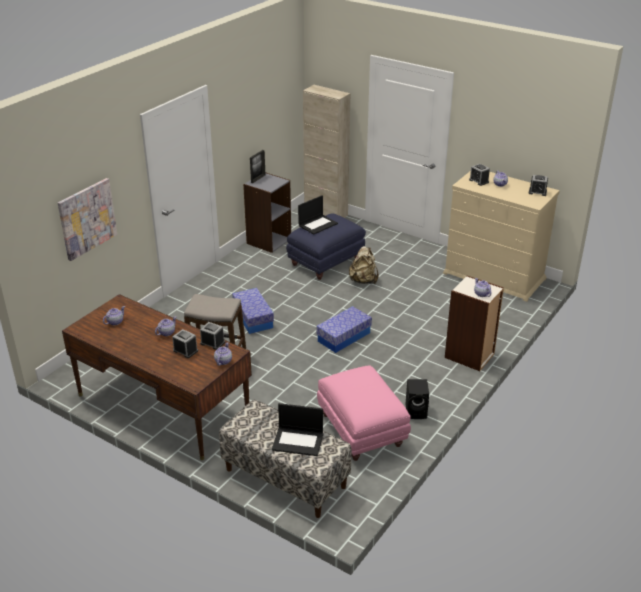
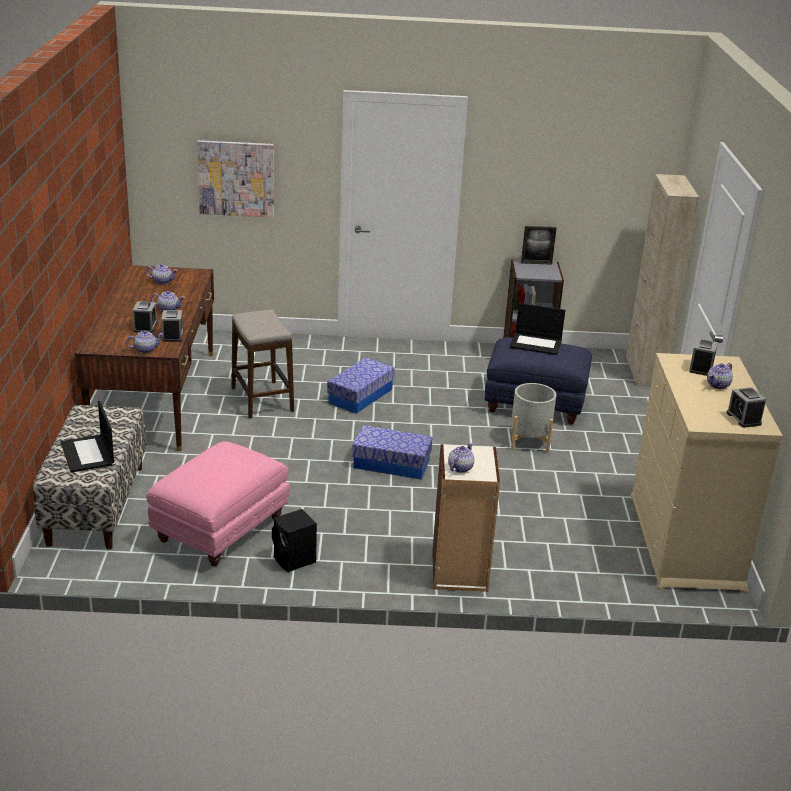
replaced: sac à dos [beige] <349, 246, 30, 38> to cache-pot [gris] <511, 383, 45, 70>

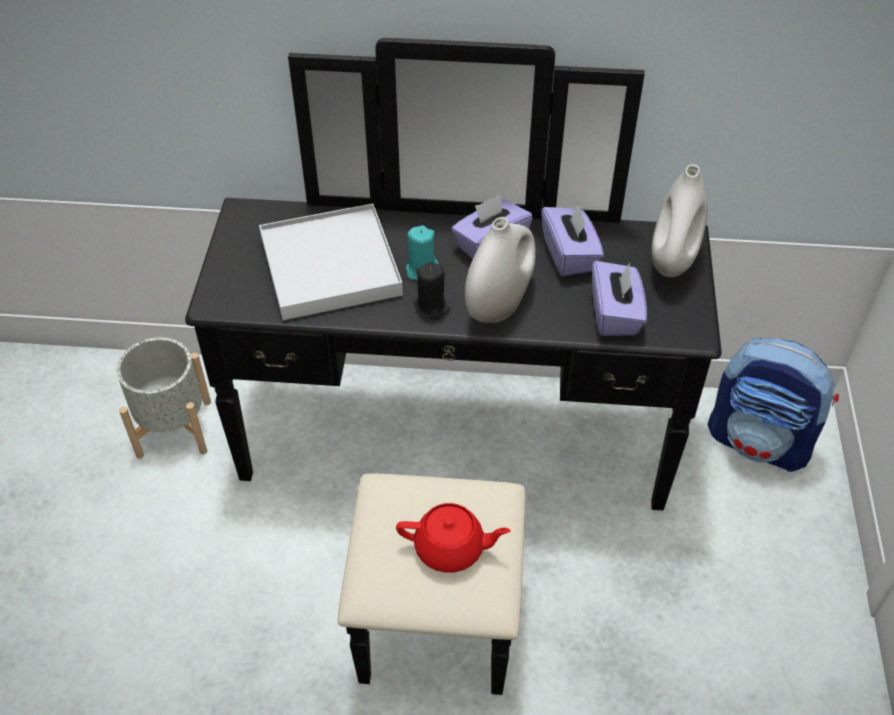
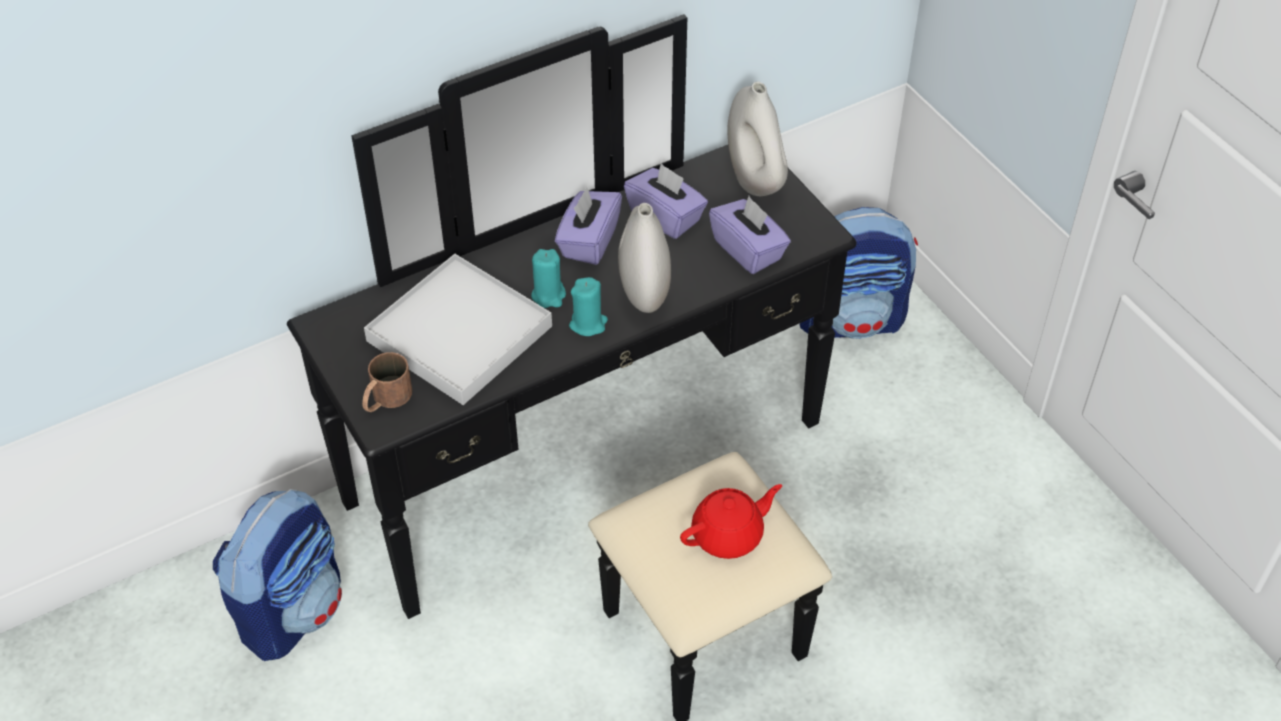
added: mug [marron] <362, 352, 50, 60>
replaced: cache-pot [gris] <116, 337, 95, 122> to sac à dos <213, 489, 129, 172>
recoloured: bougie [noir] <414, 262, 36, 58> to bougie [turquoise] <569, 277, 39, 59>

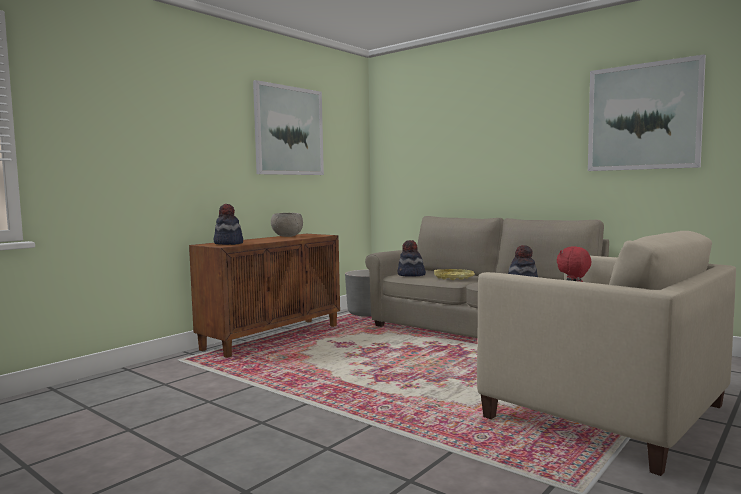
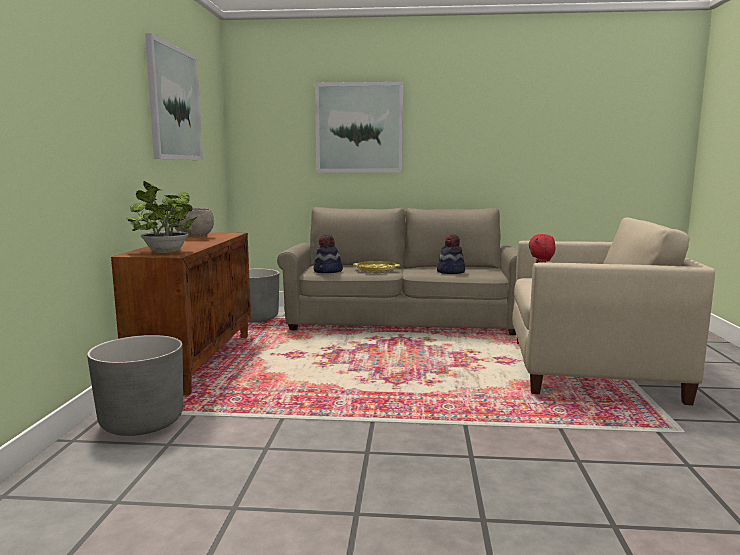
added: cache-pot [gris] <87, 335, 96, 101>
moved: tableau <588, 54, 118, 117> to <315, 82, 88, 91>
replaced: chapeau <214, 204, 29, 41> to plante en pot <125, 181, 73, 72>

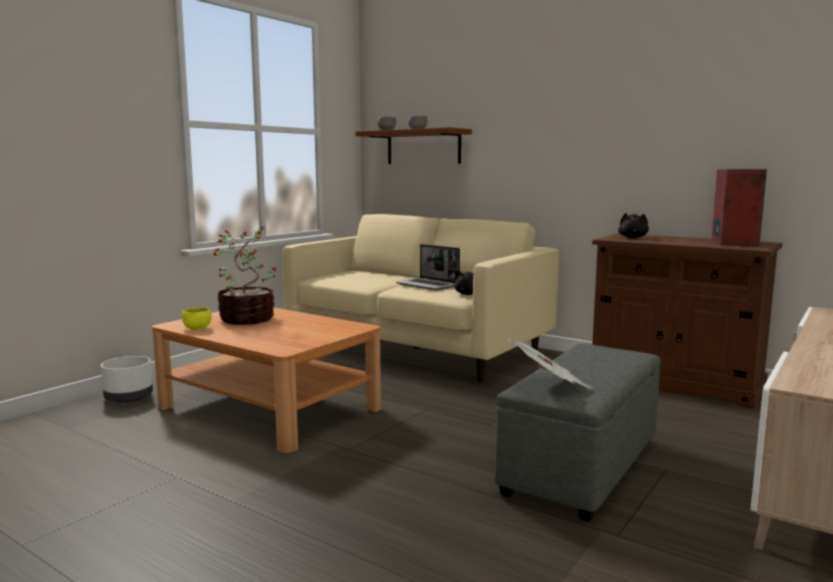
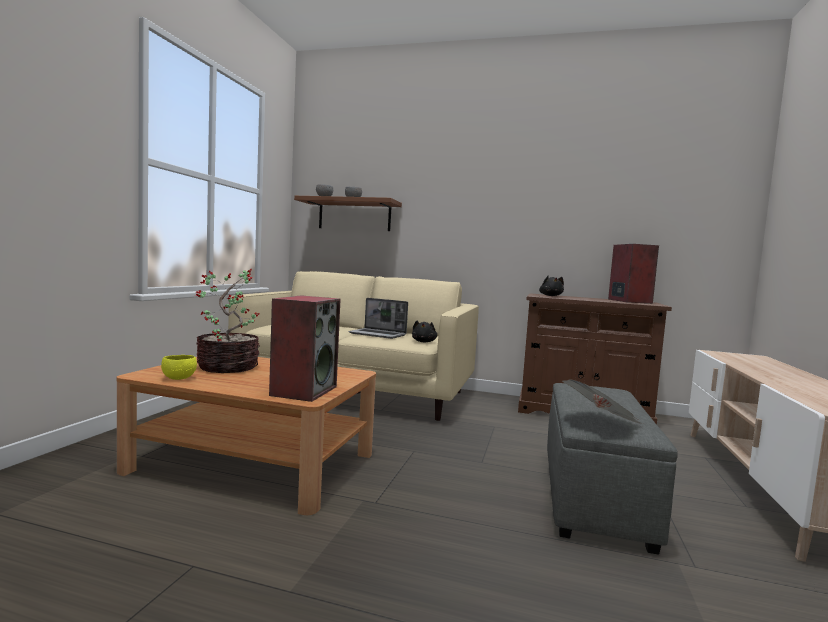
removed: cache-pot [blanc] <101, 356, 52, 47>
added: enceinte <269, 295, 72, 107>

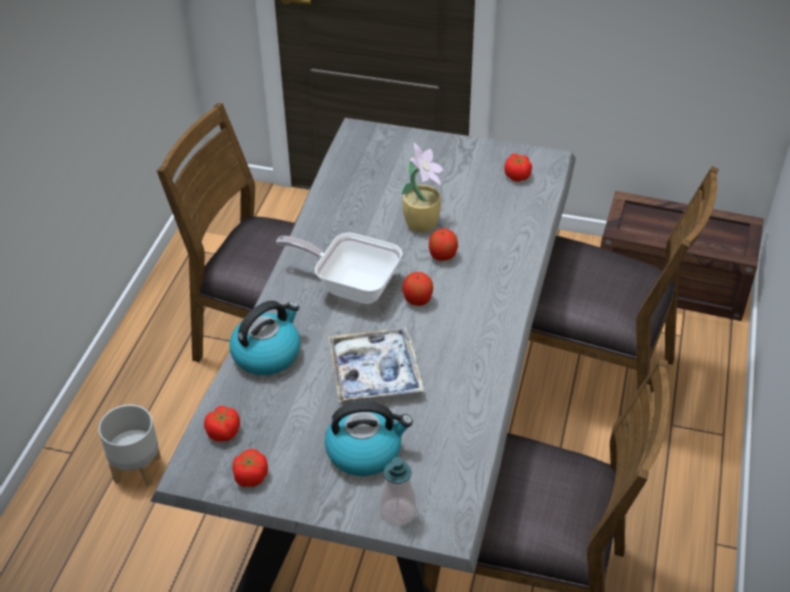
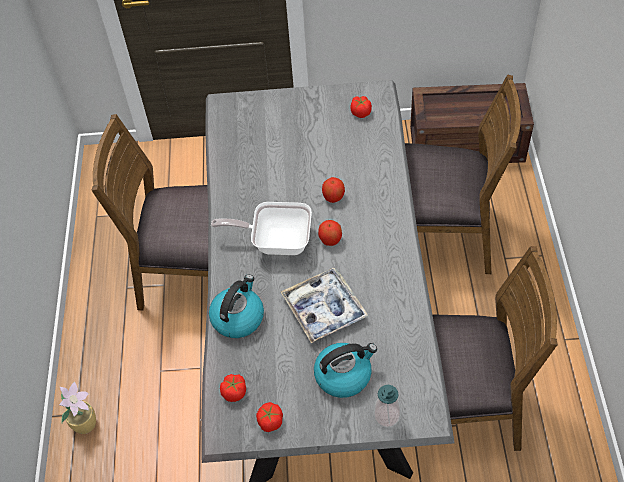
removed: cache-pot [gris] <99, 405, 62, 82>
moved: plante en pot <401, 143, 43, 90> to <59, 382, 37, 52>

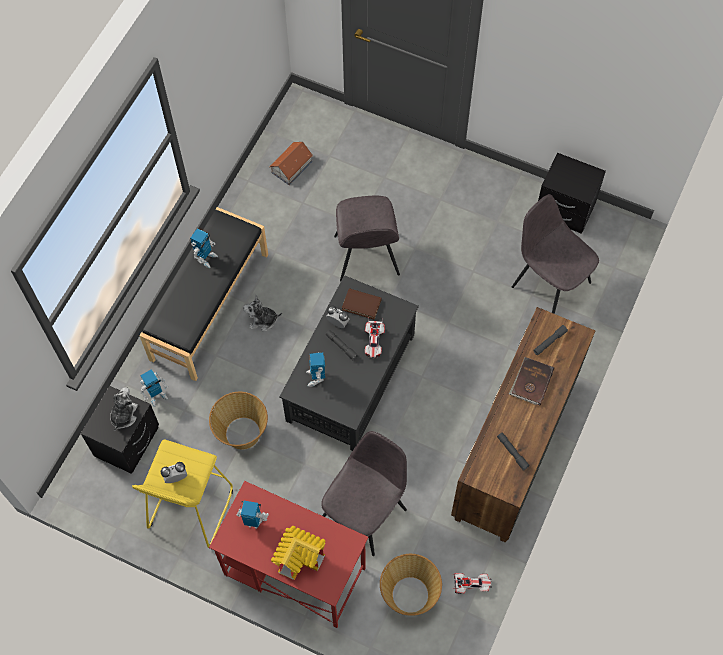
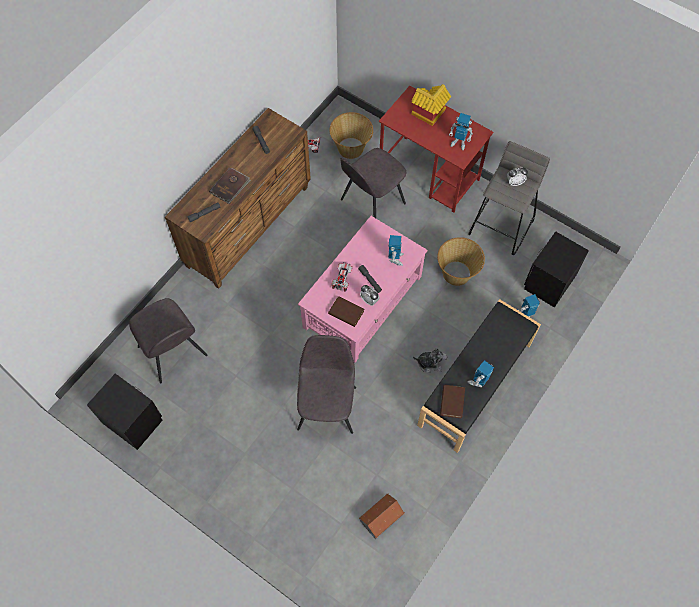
removed: peluche <110, 387, 28, 44>
added: livre [marron] <440, 385, 25, 34>
recoloured: table basse [noir] <279, 275, 140, 176> to table basse [rose] <298, 216, 130, 146>; tabouret [jaune] <132, 439, 101, 109> to tabouret [gris] <469, 141, 81, 114>

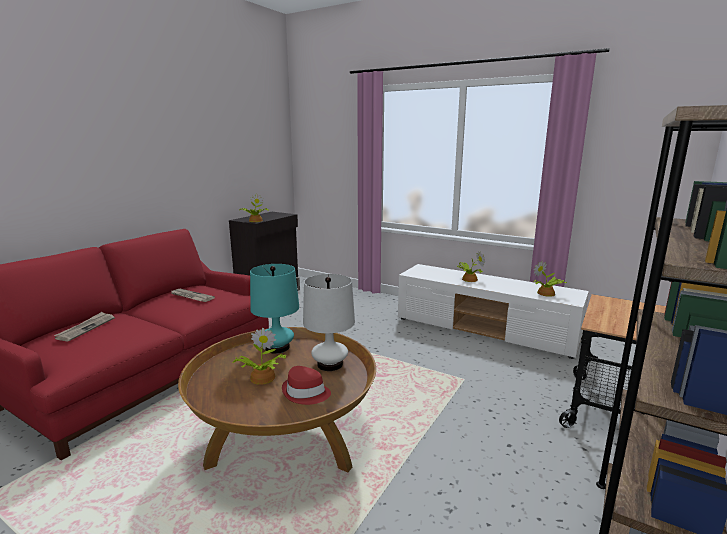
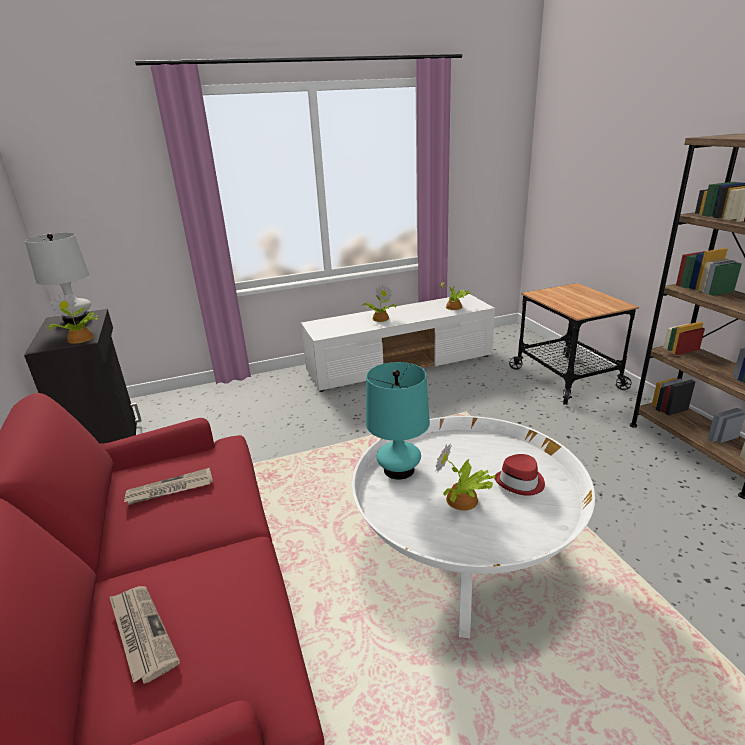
moved: lampe de table [blanc] <303, 274, 52, 97> to <25, 233, 66, 90>
recoloured: table basse [marron] <178, 327, 198, 146> to table basse [blanc] <352, 416, 243, 222>

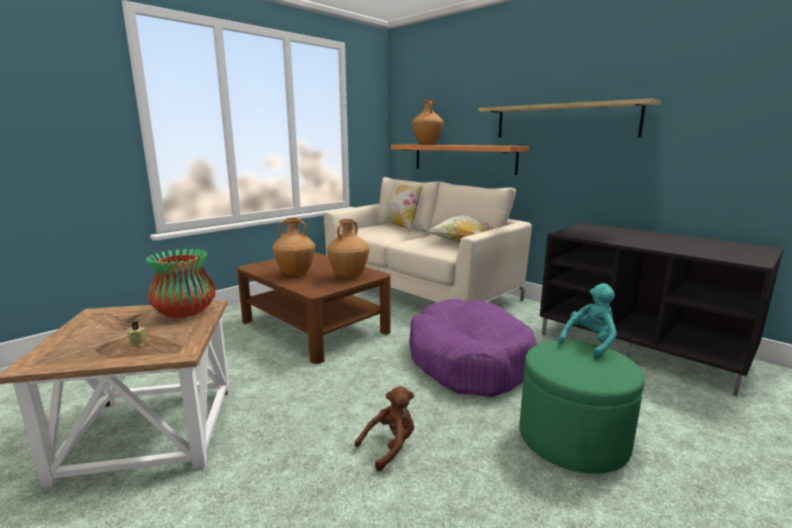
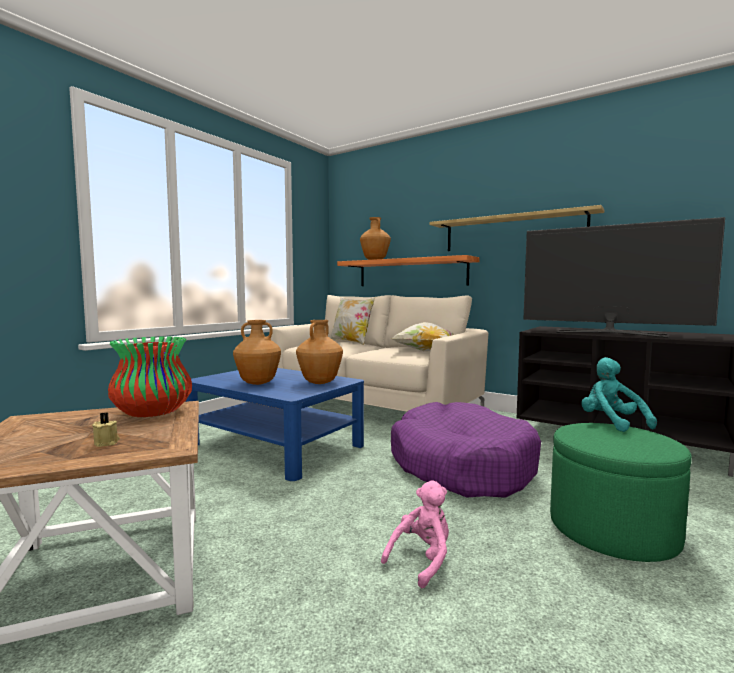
added: téléviseur <524, 217, 201, 121>
recoloured: table basse [marron] <237, 252, 154, 112> to table basse [bleu] <185, 368, 179, 113>; peluche [marron] <355, 386, 59, 85> to peluche [rose] <381, 480, 68, 108>
turned: peluche [turquoise] <558, 283, 59, 76> = <581, 357, 76, 75> 60 degrees counterclockwise

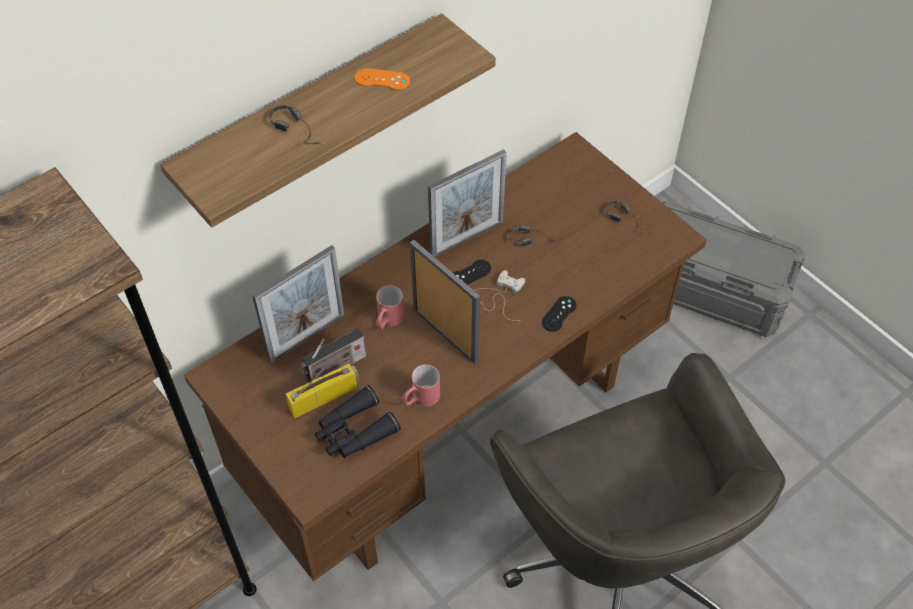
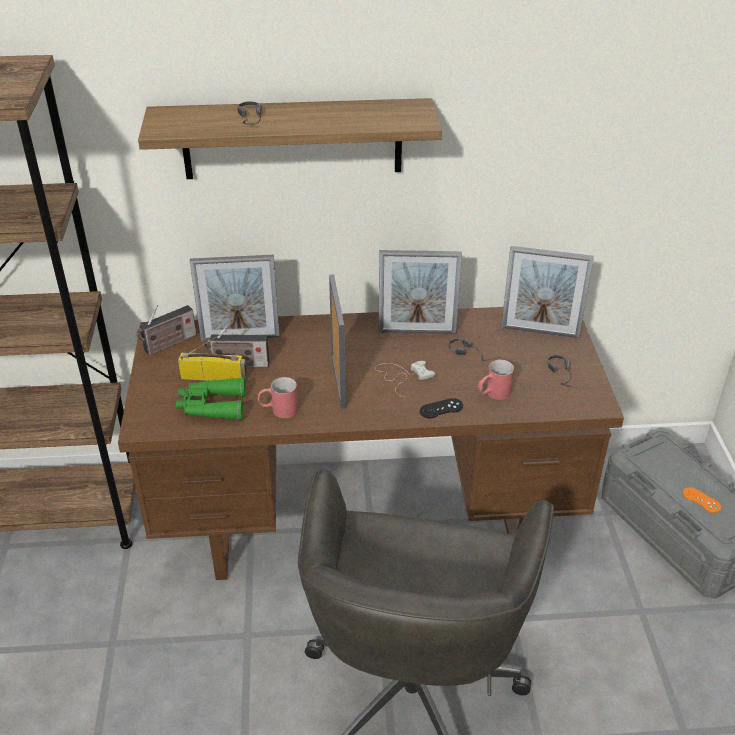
removed: manette [noir] <453, 260, 38, 25>
added: cadre photo <501, 246, 93, 92>; radio <136, 305, 61, 50>
moved: manette [orange] <355, 68, 55, 22> to <683, 487, 38, 26>; mug [rouge] <375, 285, 29, 44> to <478, 360, 36, 40>
recoloured: jumelles [noir] <315, 385, 86, 73> to jumelles [vert] <176, 377, 70, 43>

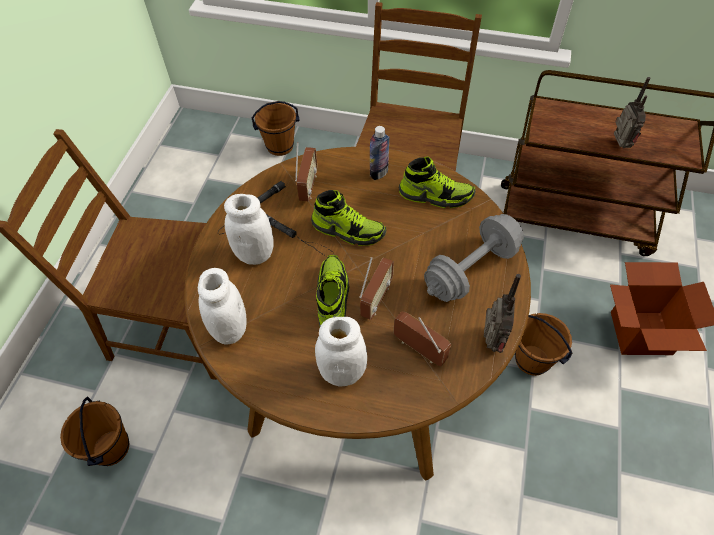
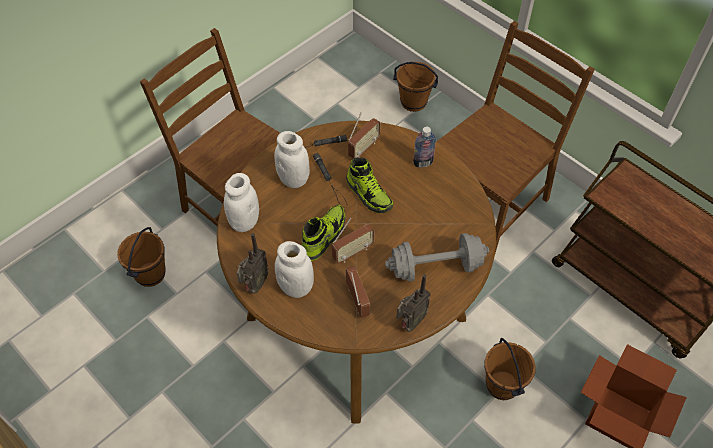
removed: chaussure <399, 157, 77, 51>
moved: radio <614, 77, 36, 71> to <237, 233, 32, 61>

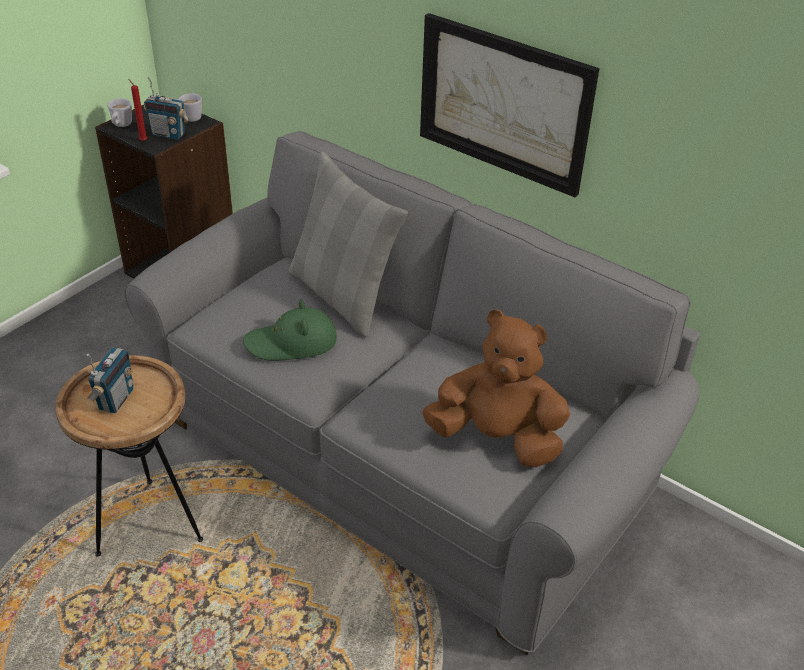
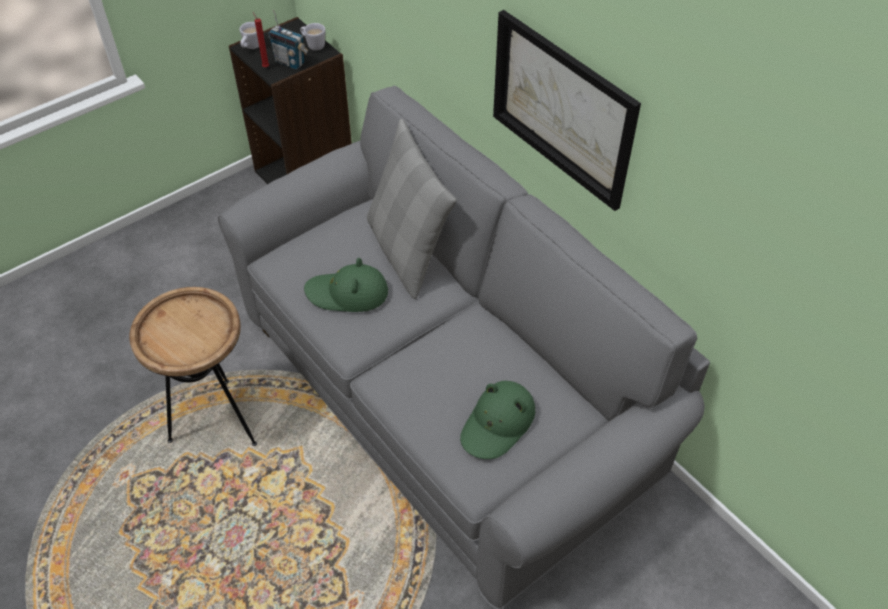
removed: radio <87, 347, 46, 66>
replaced: peluche [marron] <422, 310, 148, 157> to chapeau [vert] <460, 381, 75, 78>

